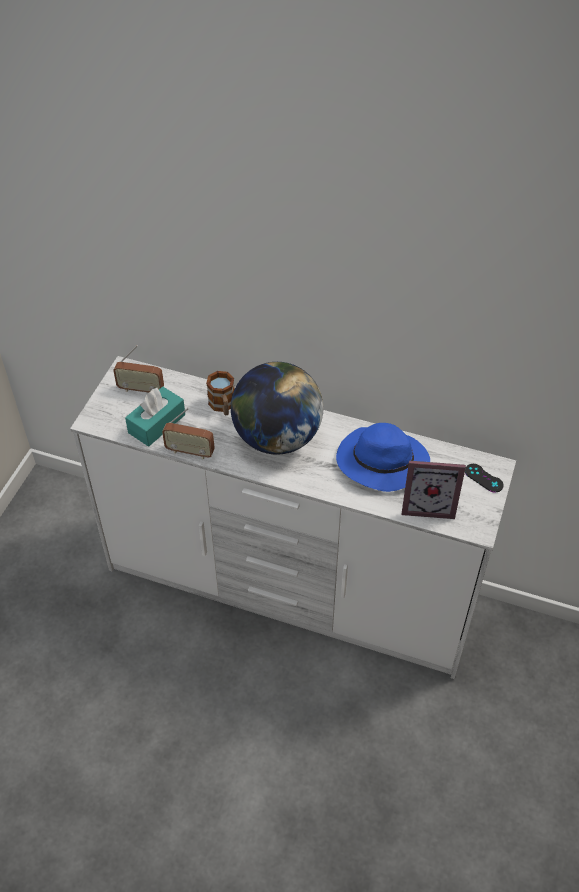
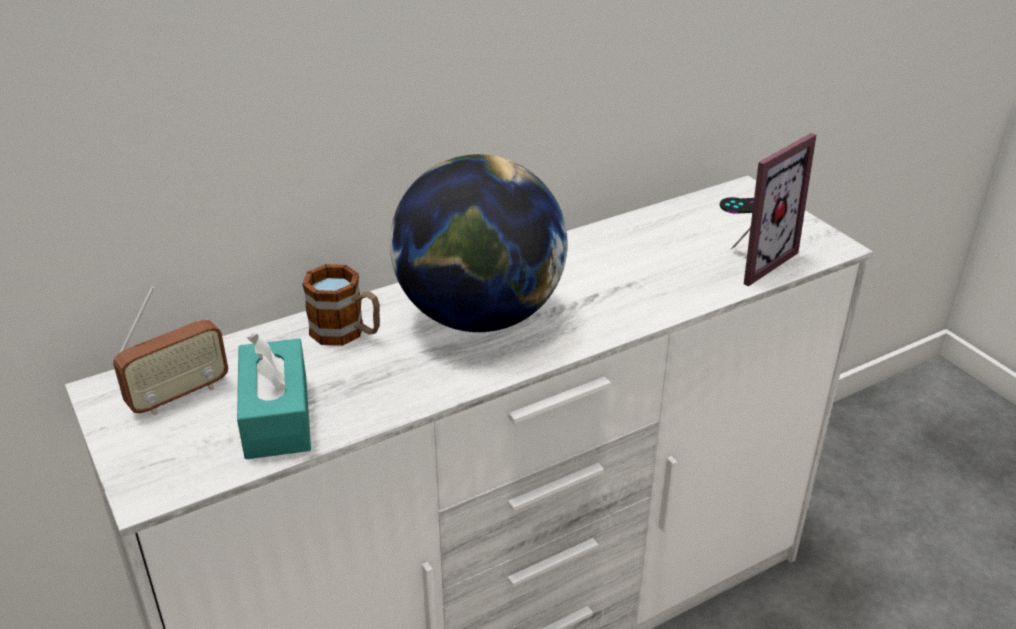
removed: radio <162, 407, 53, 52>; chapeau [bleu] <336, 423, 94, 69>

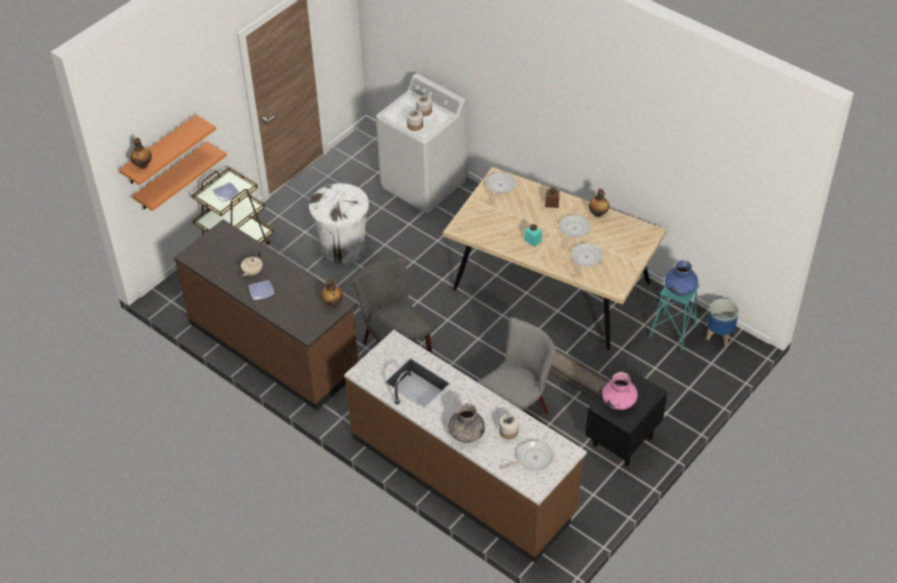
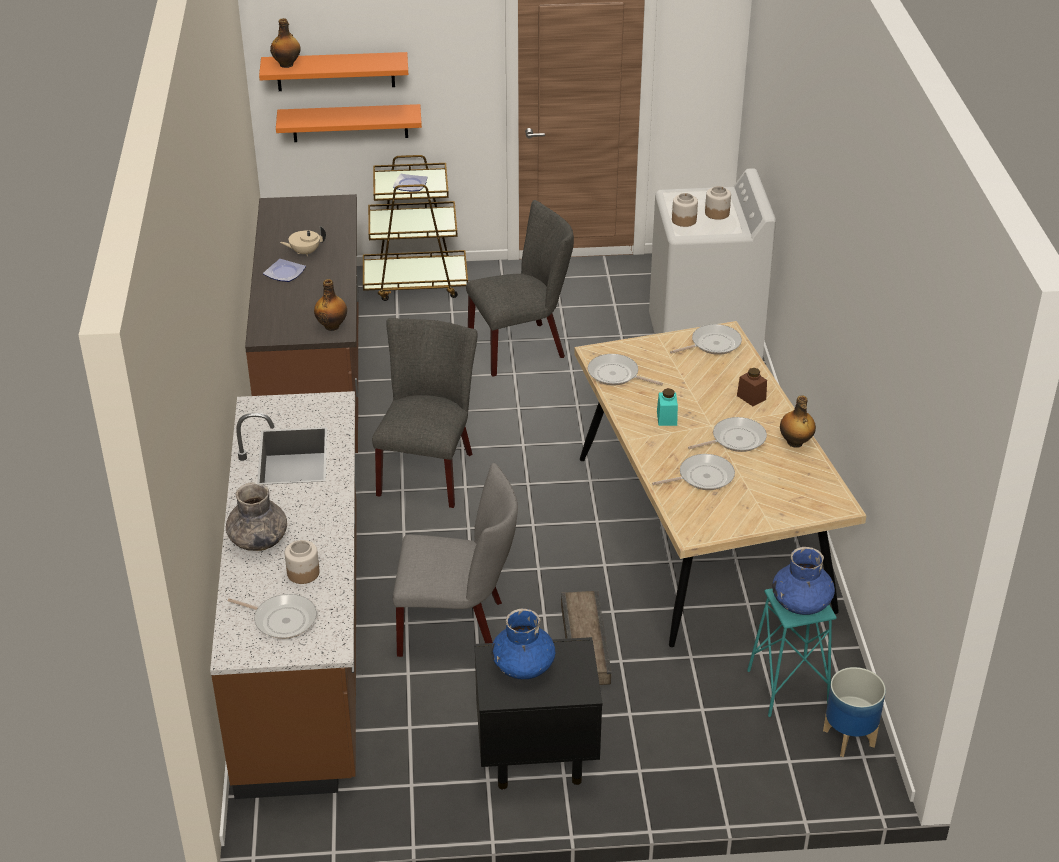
added: poêle <588, 354, 75, 32>
replaced: poubelle [blanc] <309, 183, 60, 81> to chaise [gris] <466, 200, 108, 177>
recoloured: vase [rose] <602, 372, 36, 38> to vase [bleu] <492, 609, 63, 70>

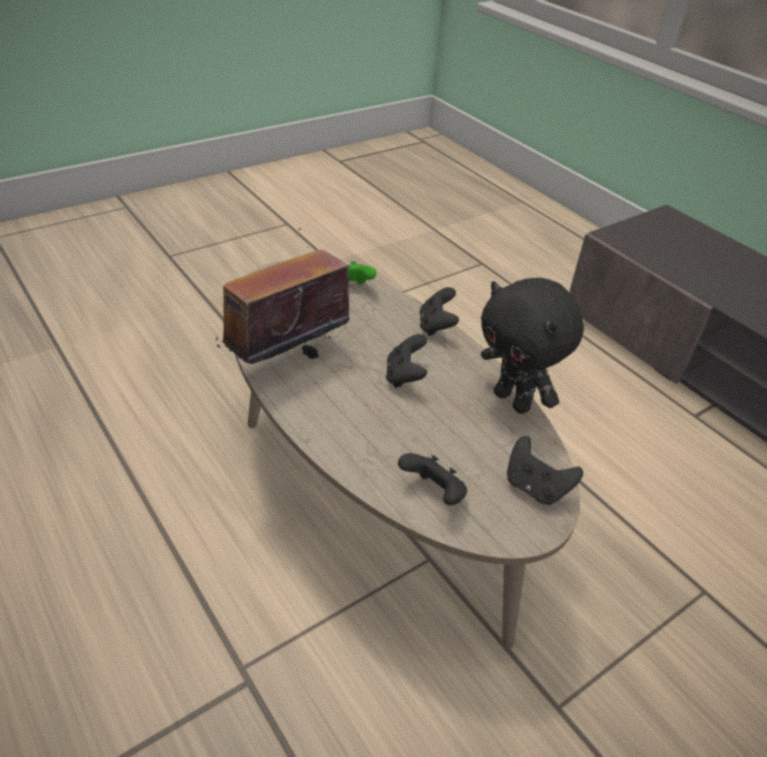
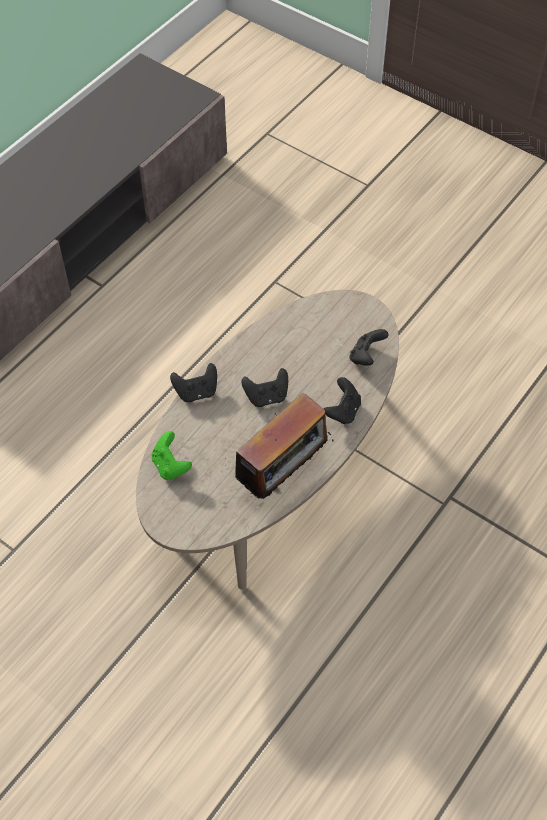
removed: peluche [noir] <481, 278, 103, 136>
moved: manette [noir] <507, 436, 76, 69> to <324, 377, 37, 47>
turned: radio <216, 228, 146, 136> = <225, 393, 109, 106> 75 degrees counterclockwise

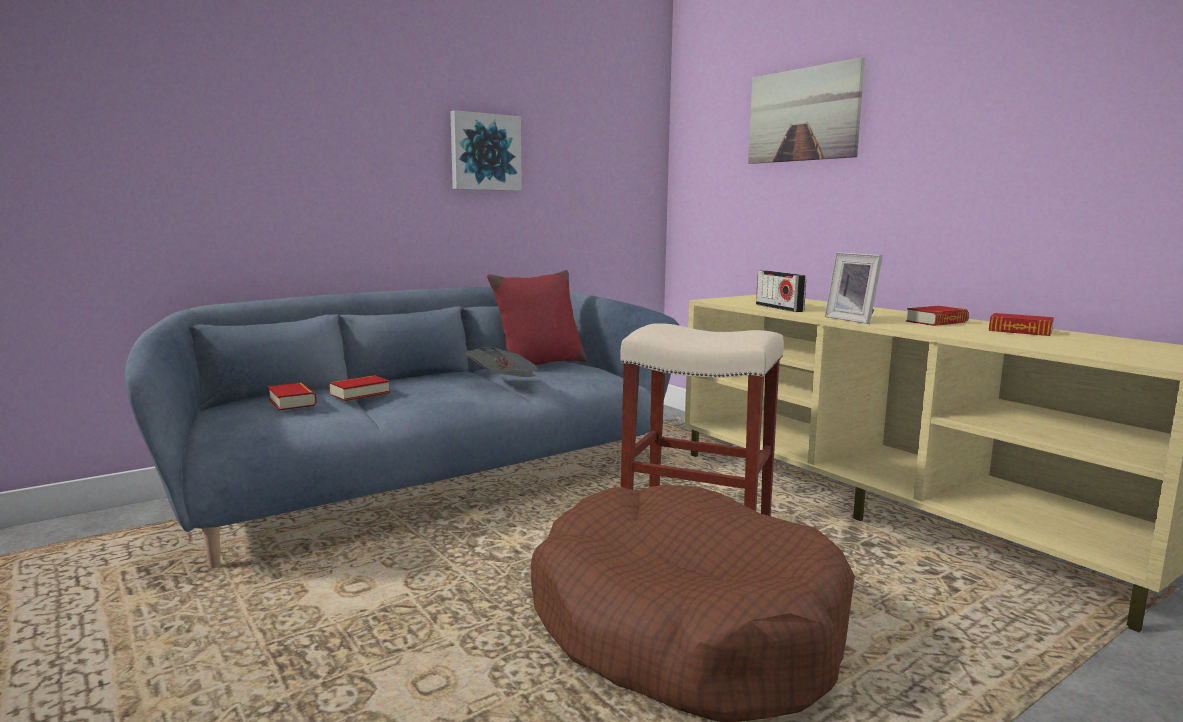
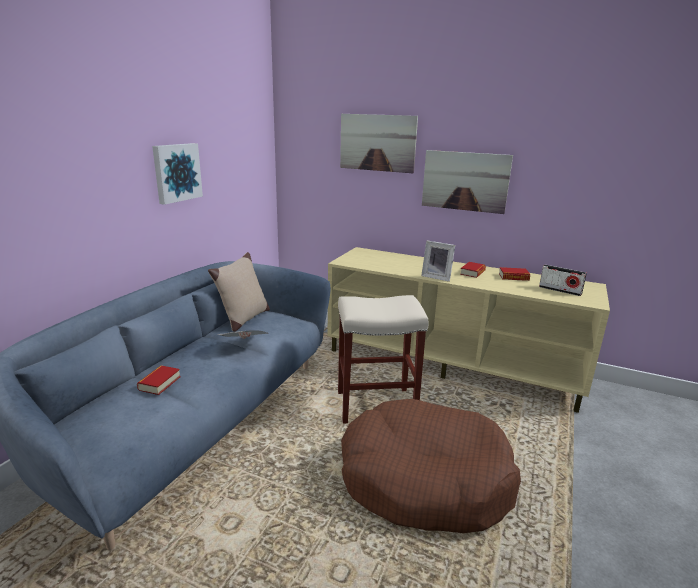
removed: livre <268, 382, 49, 29>
added: tableau <422, 150, 91, 64>
moved: radio <756, 270, 50, 42> to <539, 265, 48, 31>
recoloured: coussin [rouge] <487, 270, 100, 95> to coussin [beige] <208, 252, 62, 80>

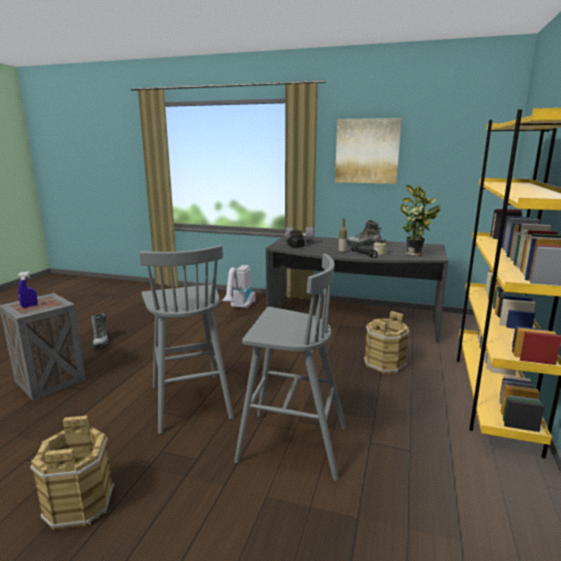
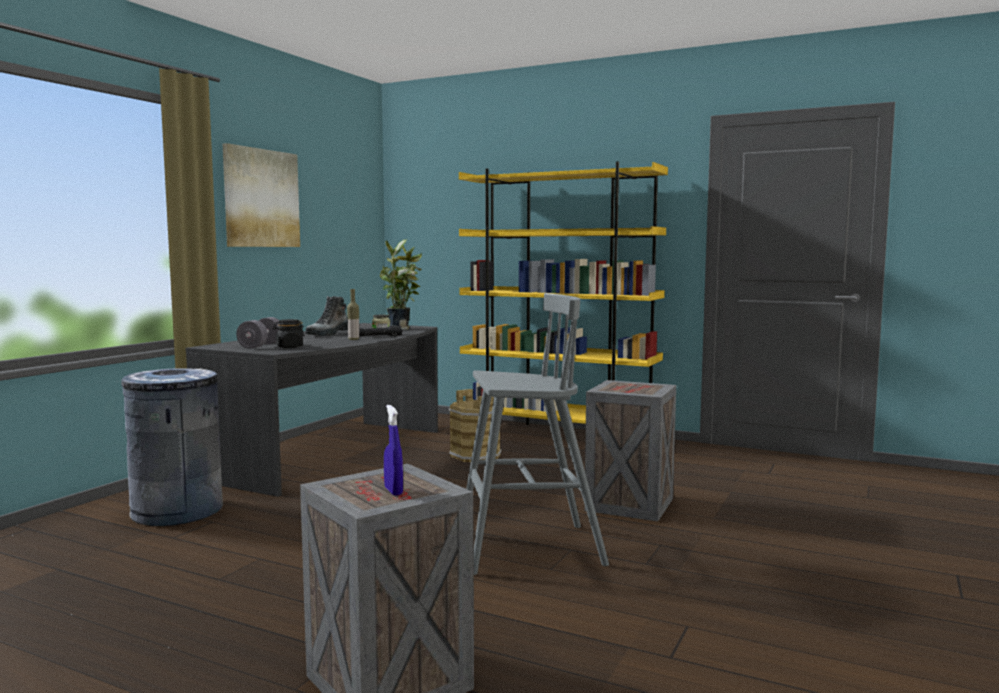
removed: botte <91, 314, 18, 35>; seau [marron] <30, 415, 85, 115>
replaced: tabouret [gris] <234, 254, 113, 227> to caisse <584, 380, 92, 141>; aspirateur <221, 265, 34, 44> to poubelle [gris] <121, 368, 102, 158>

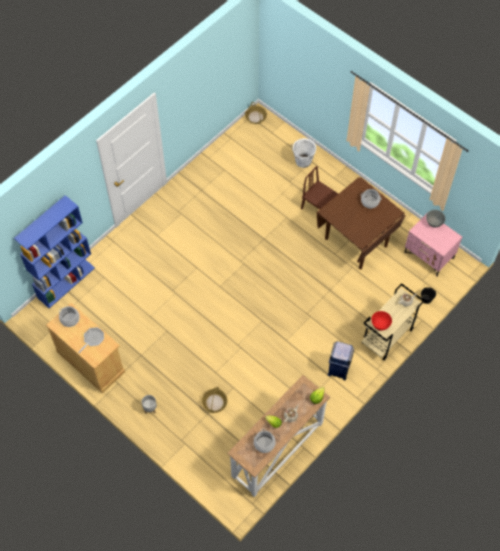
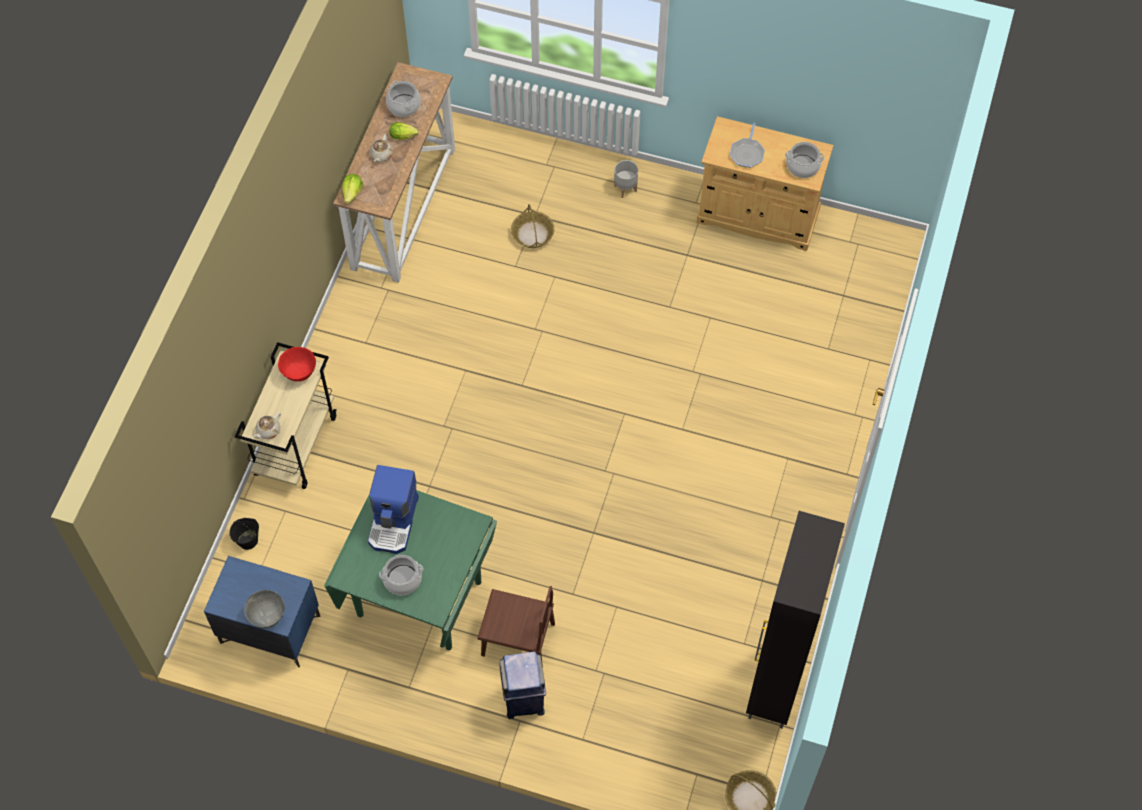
removed: seau [blanc] <291, 138, 26, 30>; bibliothèque [bleu] <14, 195, 81, 113>
added: machine à café <368, 465, 51, 89>; meuble de rangement [noir] <746, 511, 99, 218>
moved: poubelle [bleu] <328, 341, 26, 39> to <499, 651, 47, 68>
recoloured: table à manger [marron] <316, 177, 90, 93> to table à manger [vert] <324, 490, 173, 160>; table de chevet [rose] <404, 212, 58, 65> to table de chevet [bleu] <204, 556, 116, 111>

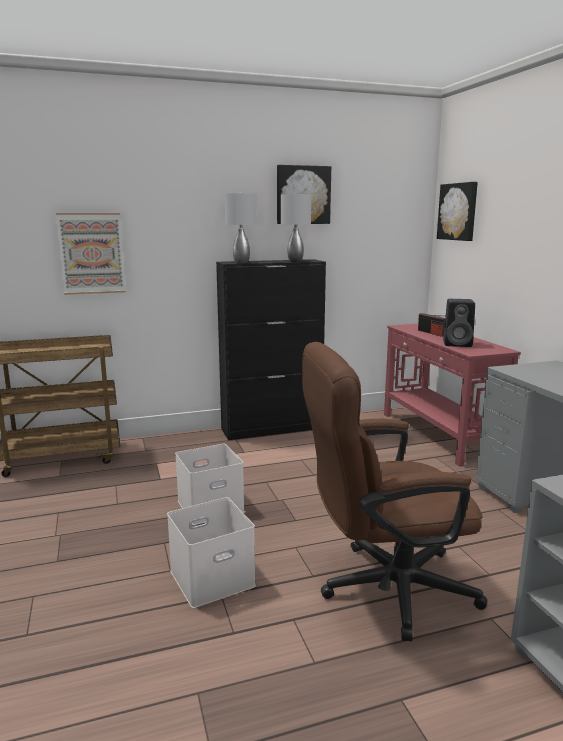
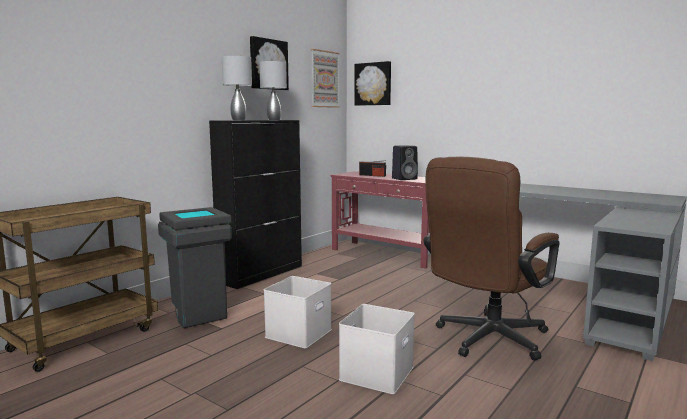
added: poubelle [gris] <158, 207, 74, 121>
moved: tableau <56, 213, 70, 82> to <311, 49, 29, 59>

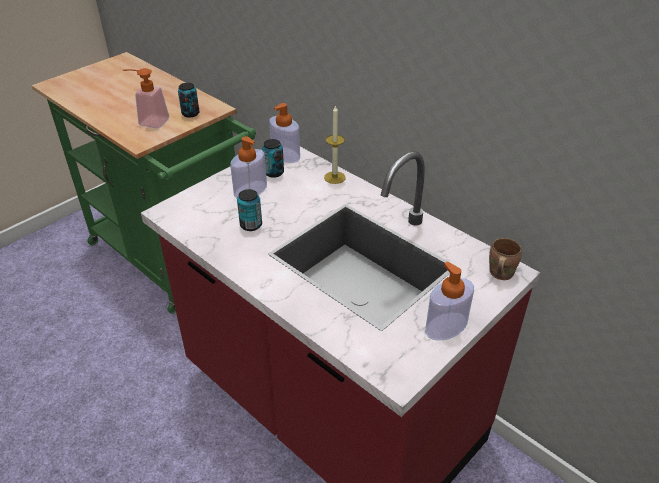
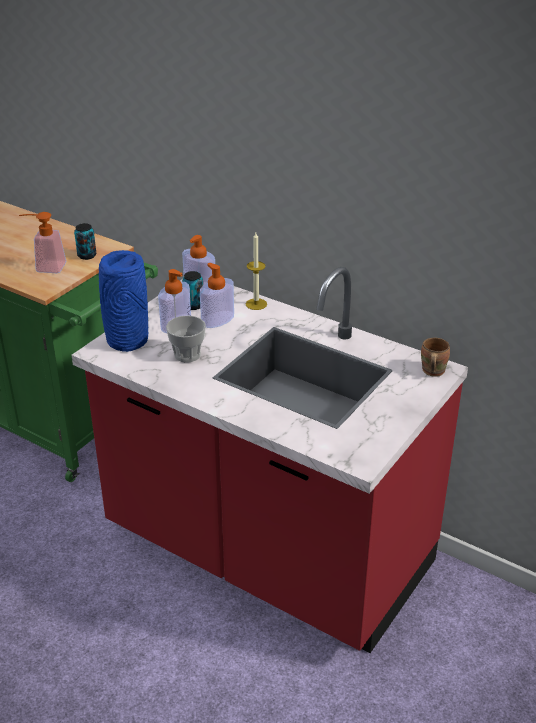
added: vase [bleu] <99, 250, 49, 102>
moved: distributeur de savon <425, 262, 49, 79> to <200, 263, 34, 65>
replaced: boîte métallique <237, 189, 25, 42> to tasse <166, 315, 40, 48>

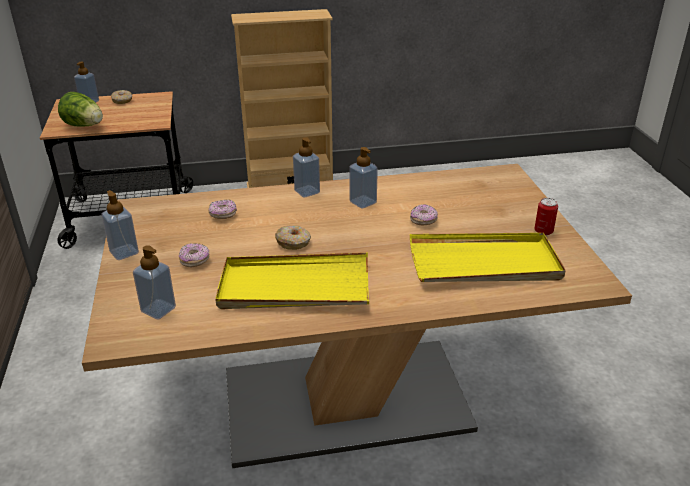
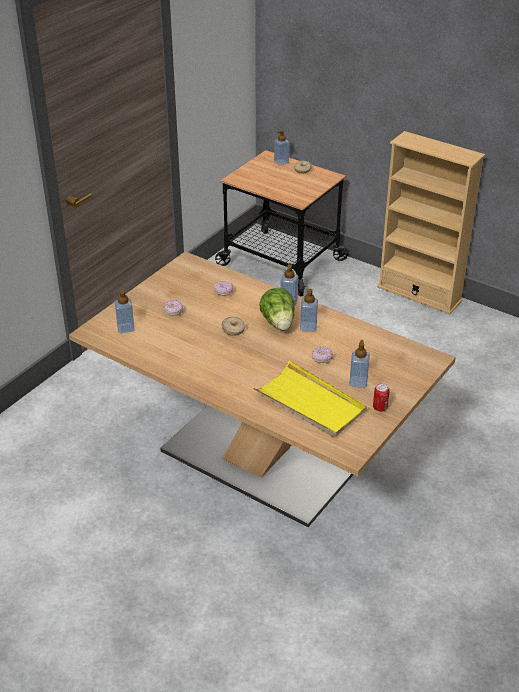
removed: plateau [jaune] <215, 252, 154, 57>
moved: laitue <58, 92, 45, 35> to <259, 287, 36, 43>; distributeur de savon <101, 190, 38, 70> to <349, 340, 21, 48>

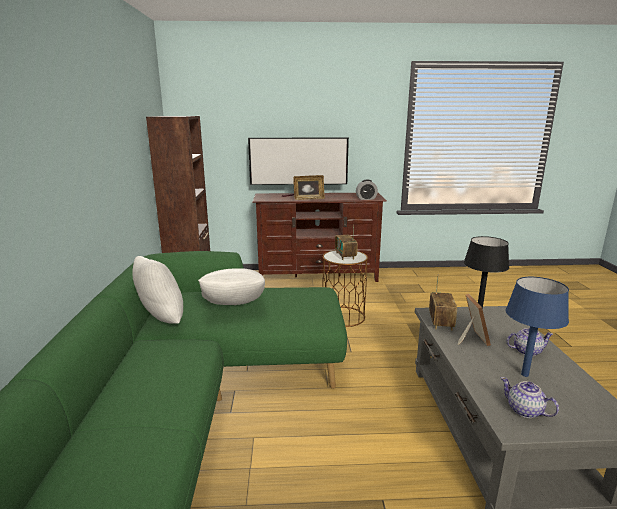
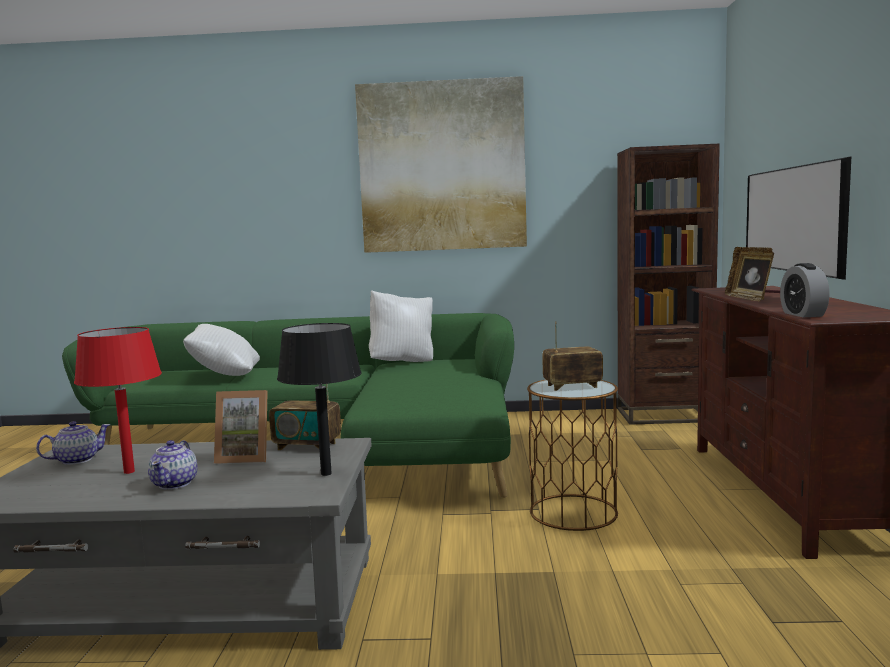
added: tableau <355, 76, 172, 177>
moved: coussin [blanc] <198, 268, 67, 37> to <183, 324, 77, 52>
recoloured: lampe de table [bleu] <506, 277, 63, 100> to lampe de table [rouge] <74, 327, 88, 147>

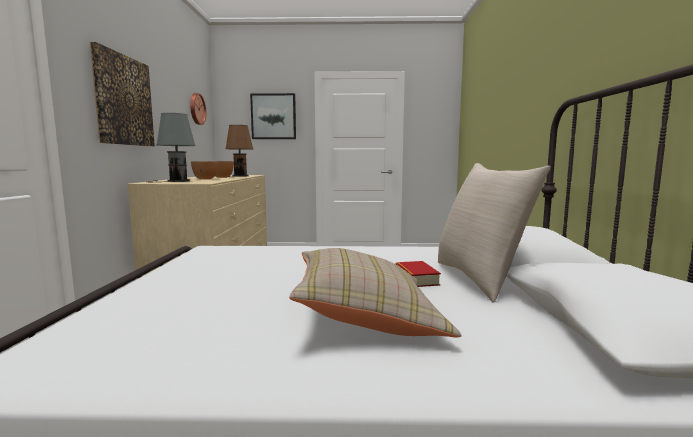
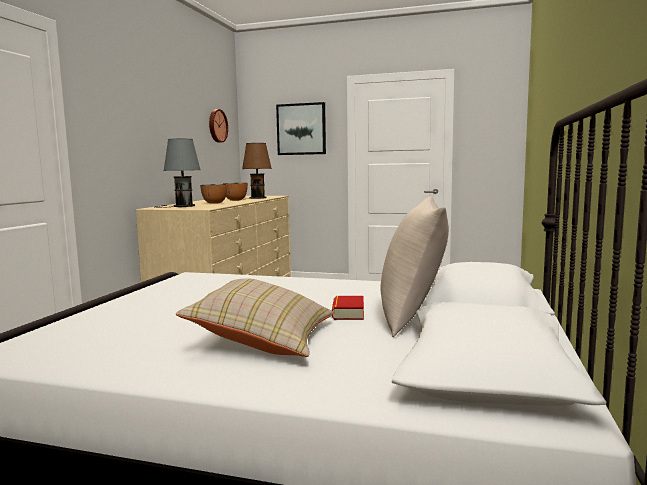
removed: tableau <90, 42, 65, 104>

